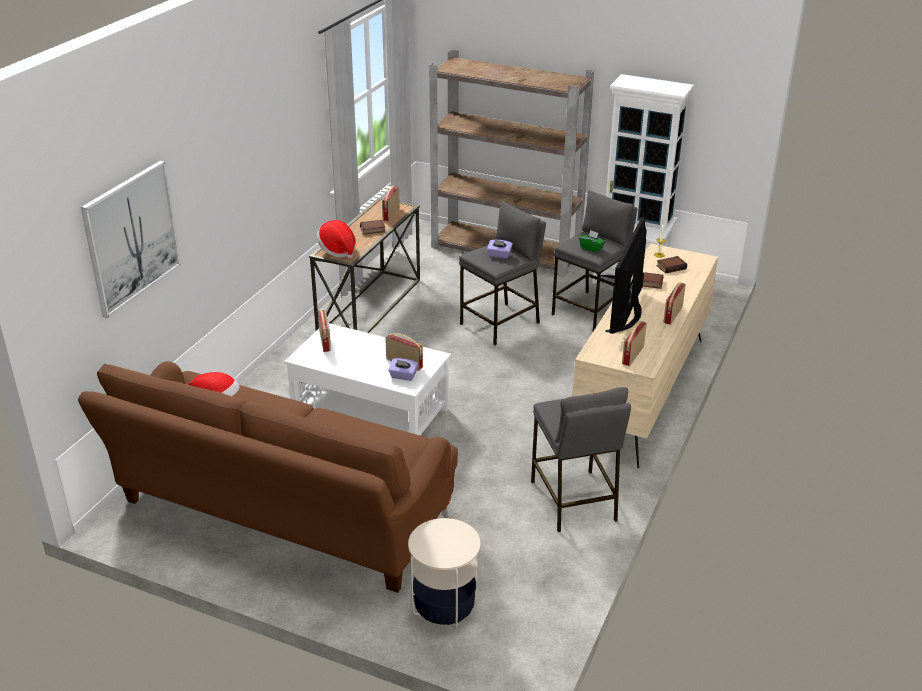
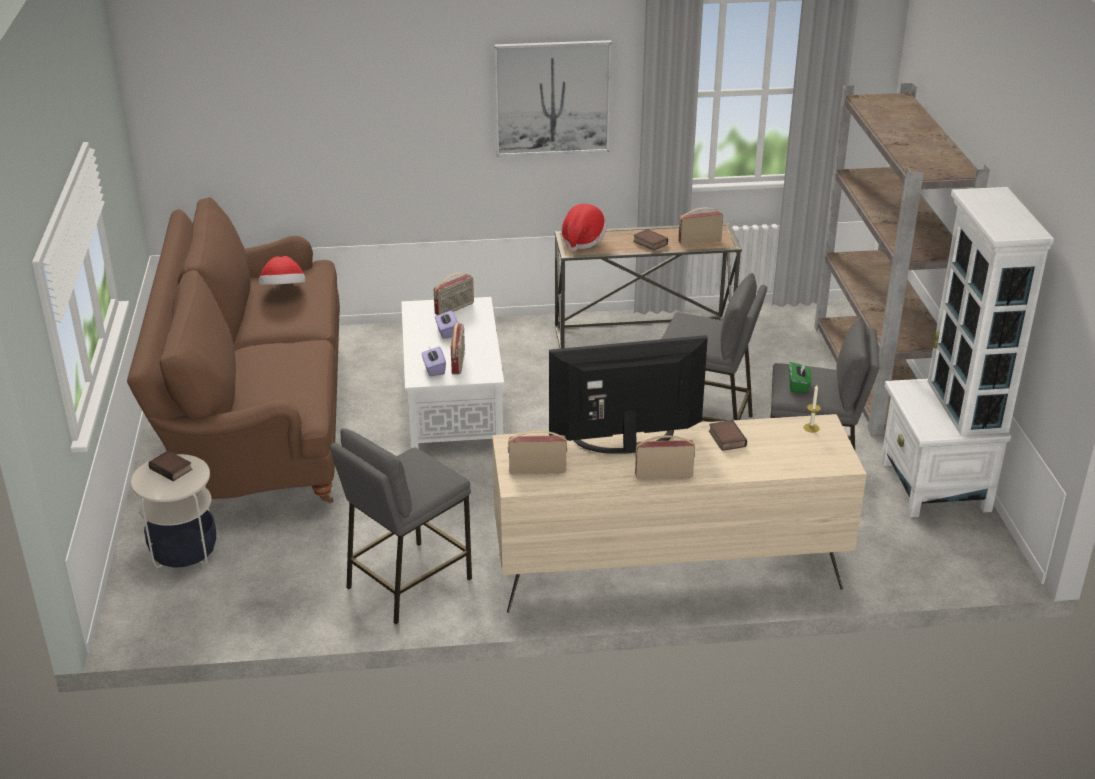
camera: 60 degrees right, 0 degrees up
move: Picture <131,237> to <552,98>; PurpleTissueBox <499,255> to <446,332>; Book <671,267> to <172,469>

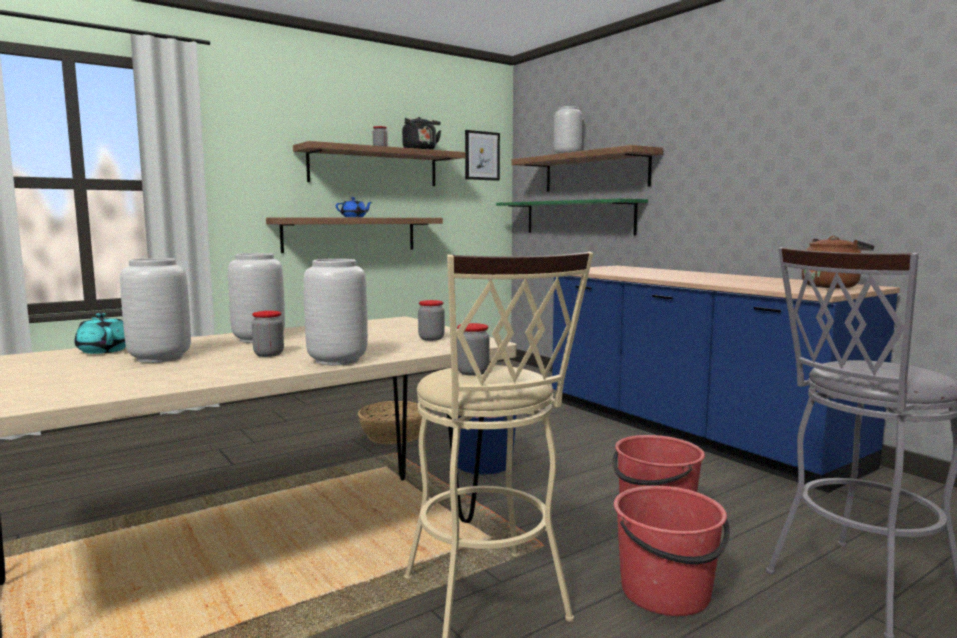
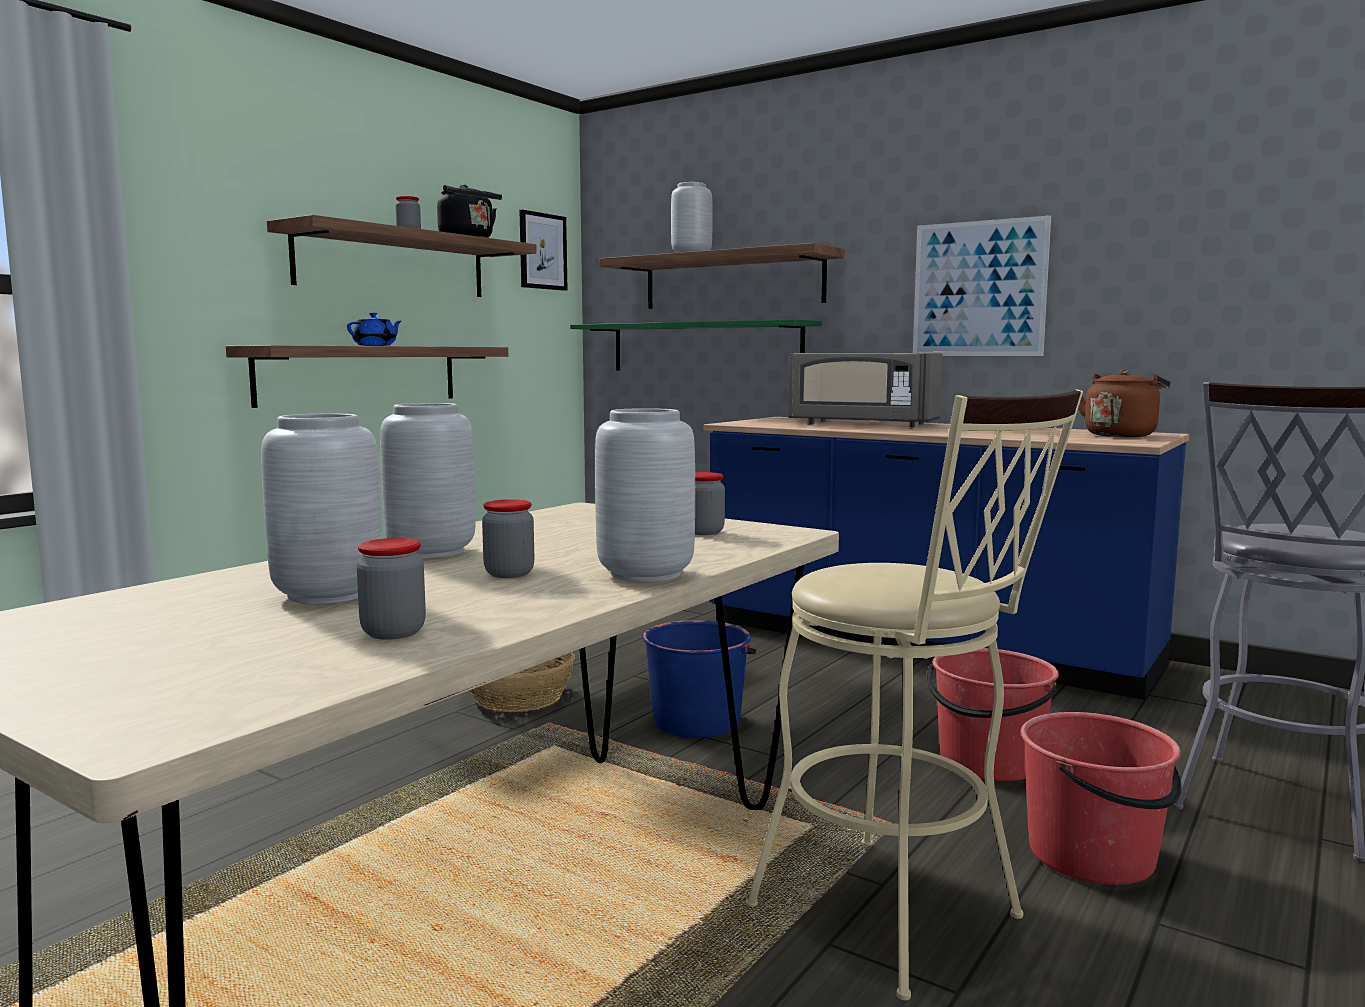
camera: 20 degrees left, 0 degrees up
delete: TurquoiseTeapot <104,350>
insert: GreyMicrowave <862,424>; Picture <979,289>
move: Jar <472,372> to <393,632>

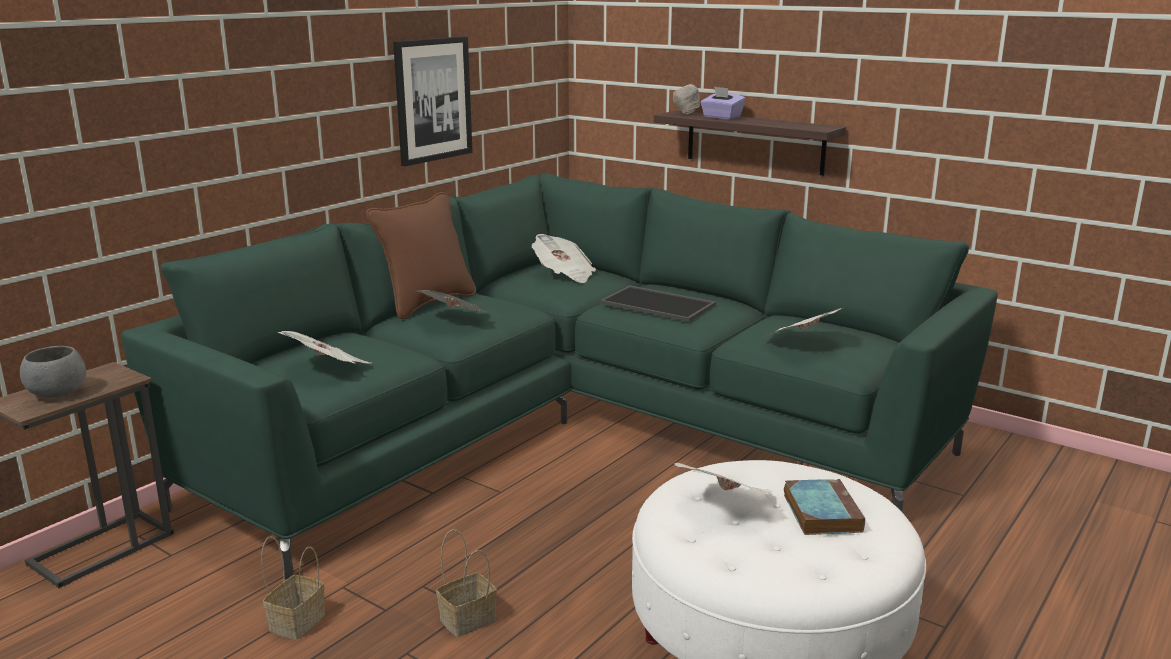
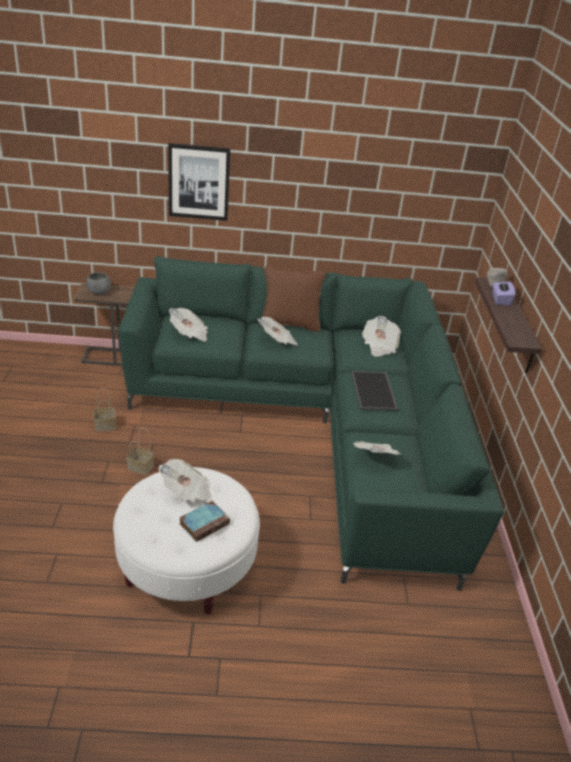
camera: 50 degrees right, 15 degrees up
move: Picture <433,99> to <199,182>

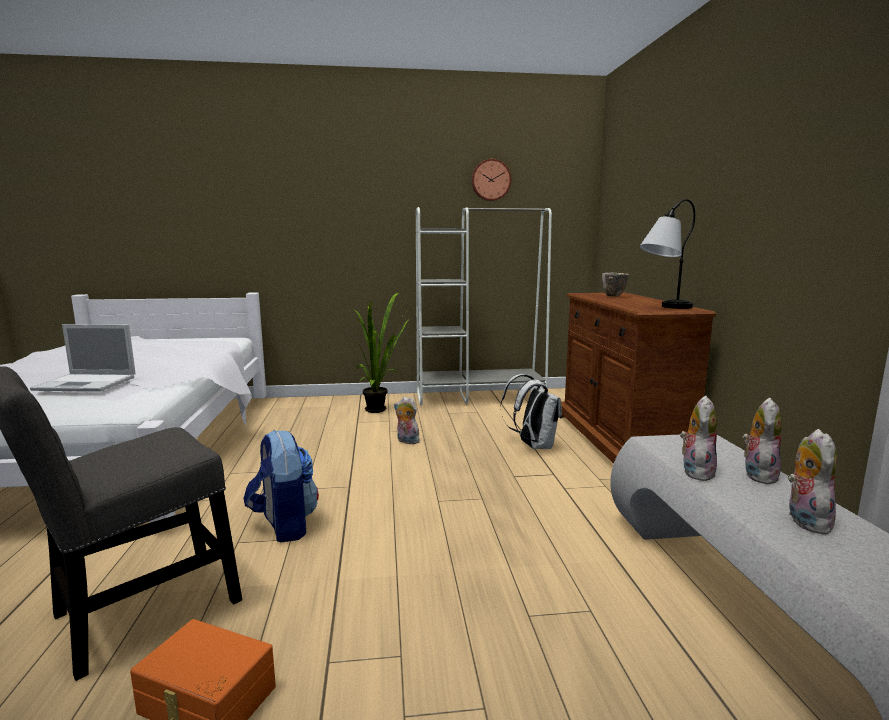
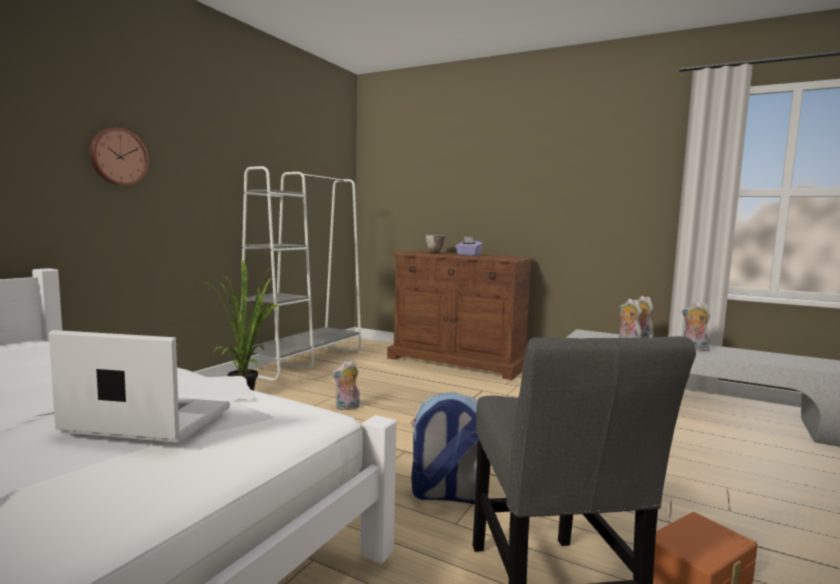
camera: 55 degrees left, 5 degrees down
delete: WhiteBackpack <533,445>; TableLamp <663,308>
insert: PurpleTissueBox <468,255>
move: WallClock <490,180> to <118,157>
rotate: Laptop <87,383> = <146,420> 120 degrees counterclockwise

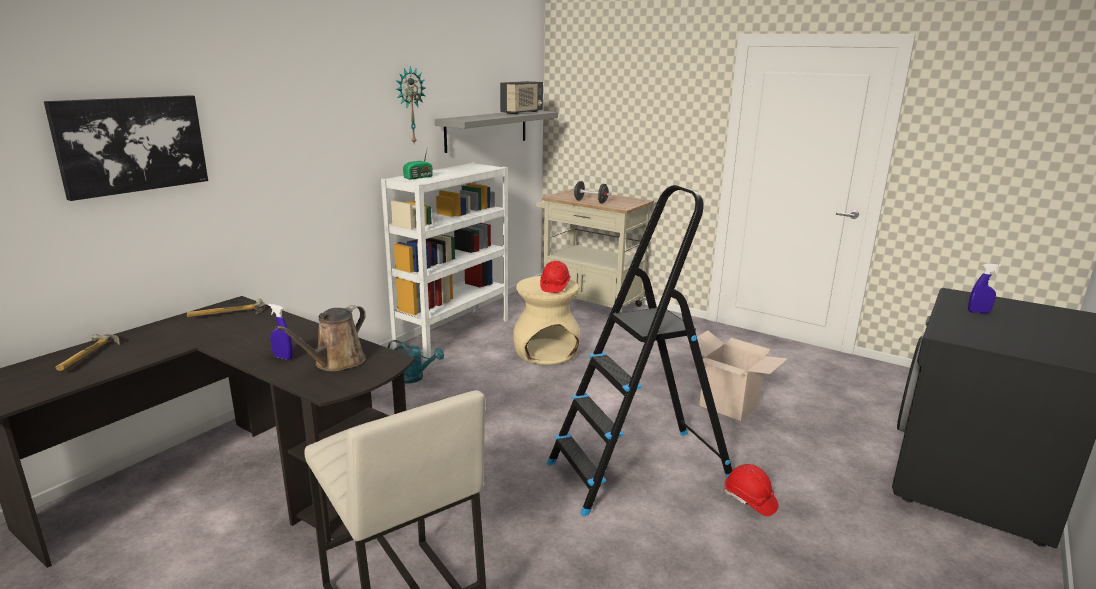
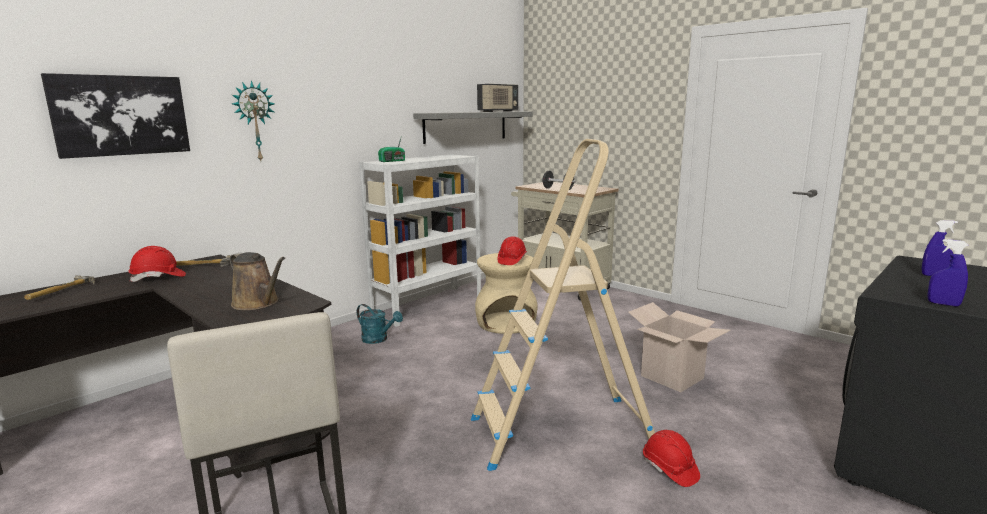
camera: 10 degrees right, 5 degrees down
insert: RedHardHat <158,278>
move: BlueSprayBottle <283,357> to <943,304>; WallClock <409,106> to <254,122>
recolor: BlackStepLadder <638,470> to BeigeStepLadder <559,431>
rotate: BrownWateringCan <336,363> = <258,303> 90 degrees counterclockwise

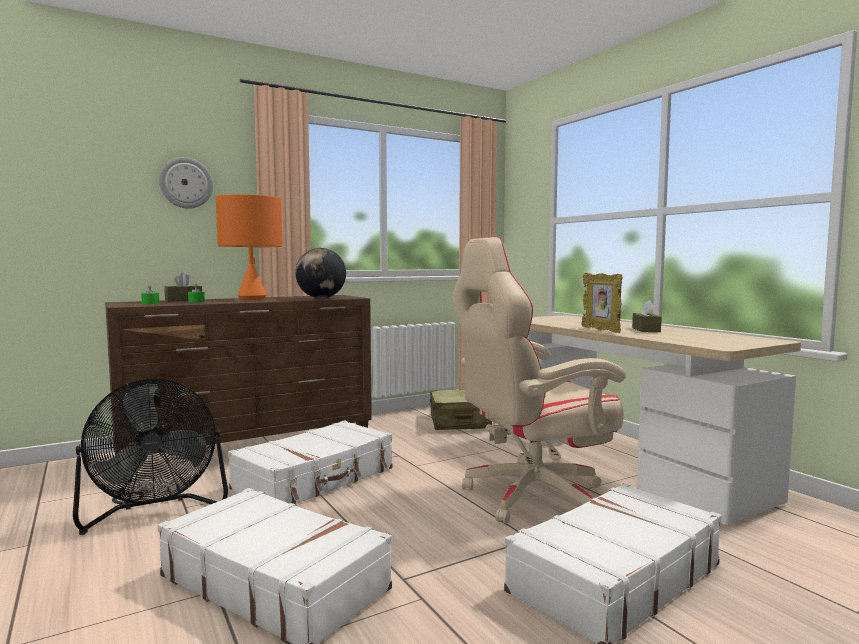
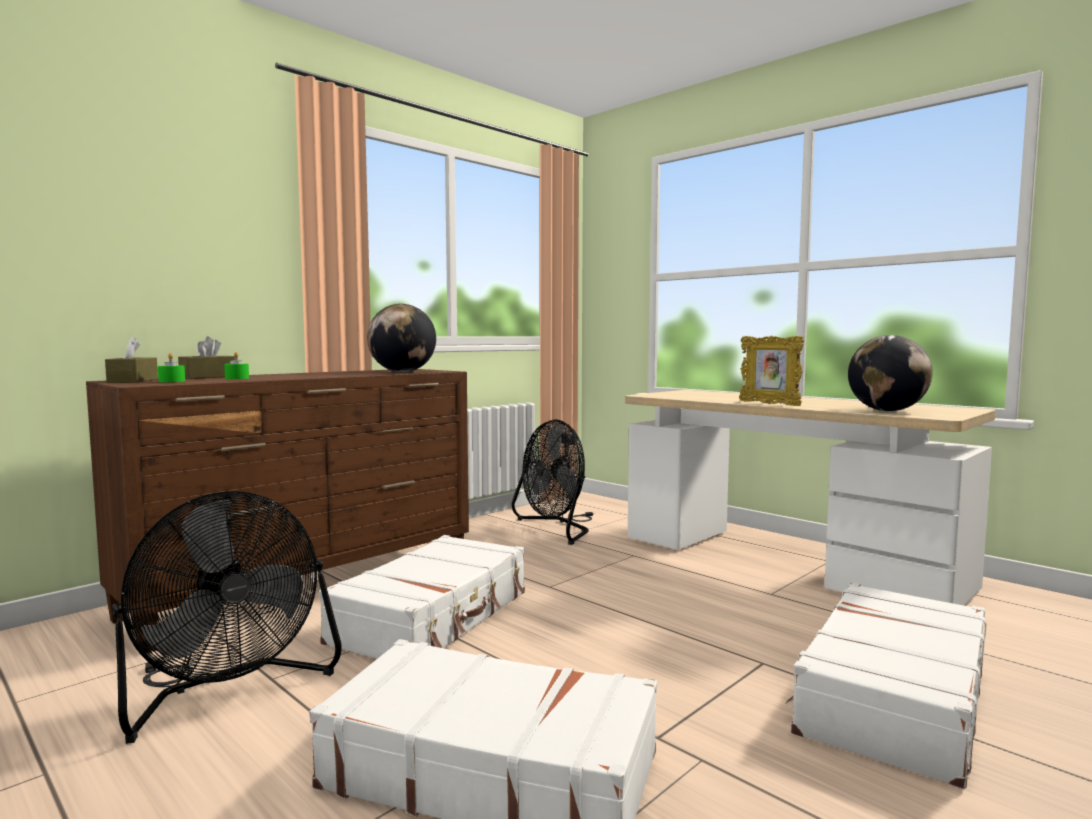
camera: 15 degrees left, 0 degrees up
delete: WallClock <186,183>; OrangeTableLamp <252,299>; BeigeOfficeChair <534,495>
insert: Globe <887,411>
move: BrownTissueBox <646,330> to <133,381>
replace: BeigeSuitcase <459,422> to BlackFan <559,527>

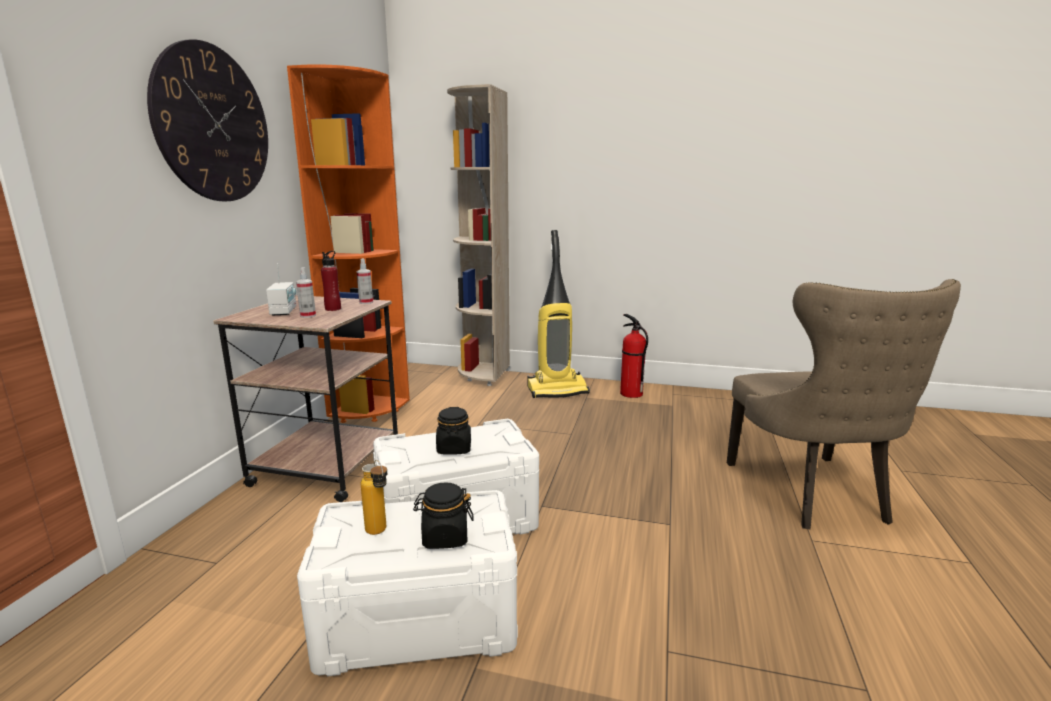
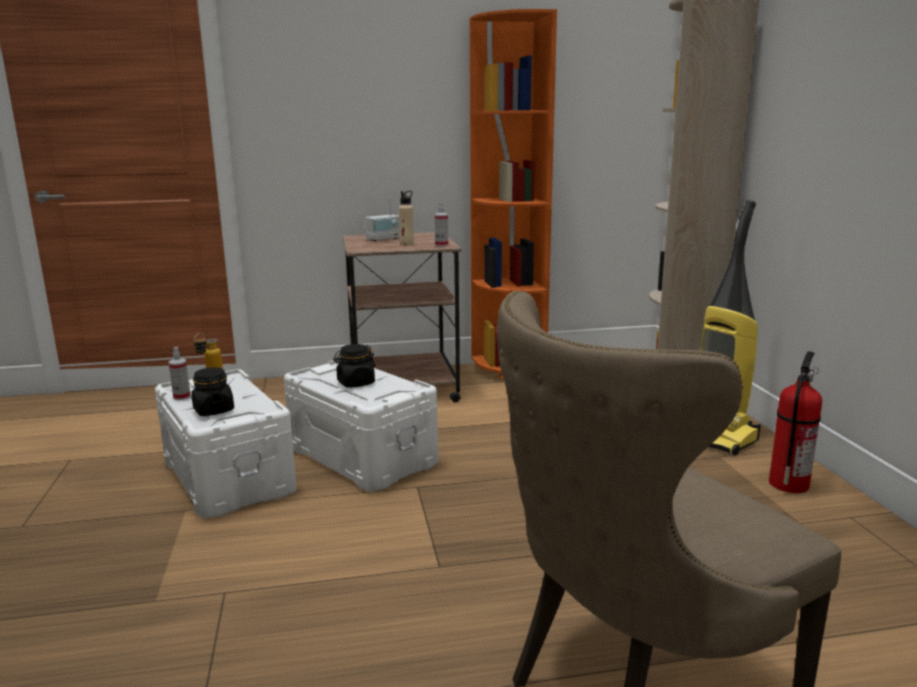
camera: 65 degrees right, 0 degrees up
delete: WallClock <213,124>
move: SprayBottle <308,316> to <182,397>
recolor: RedBottle <333,309> to BeigeBottle <407,244>

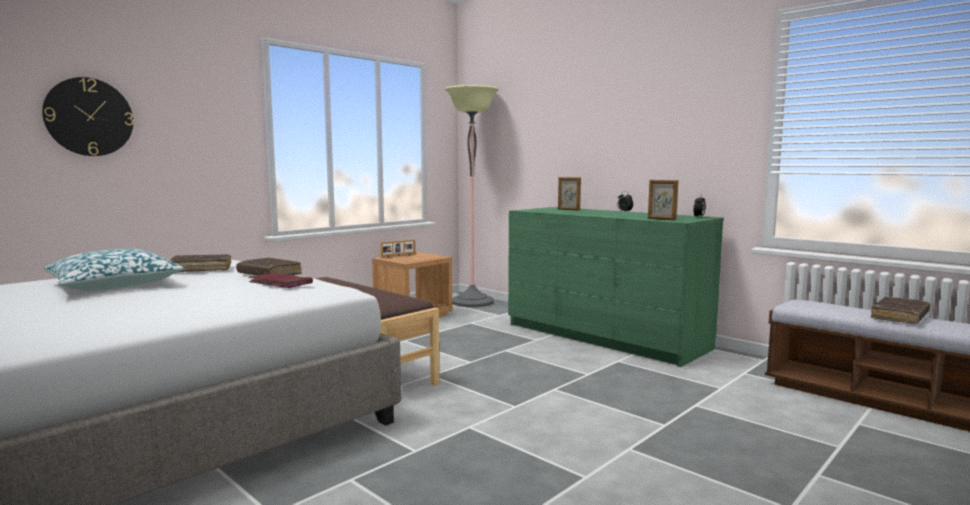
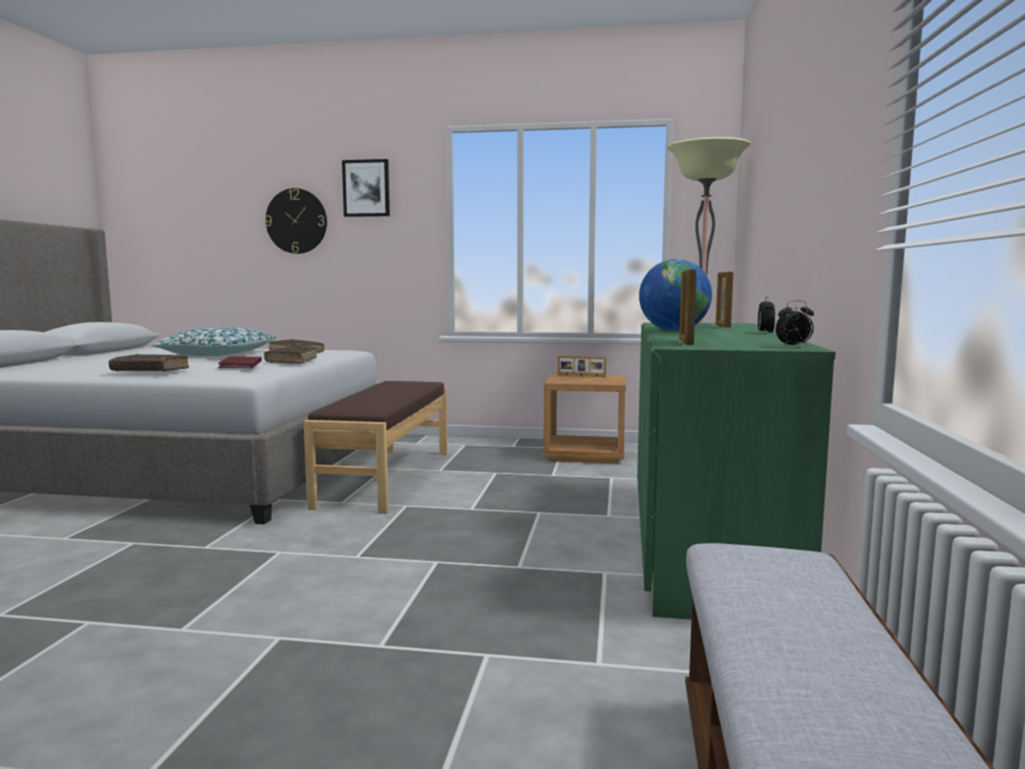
camera: 55 degrees right, 0 degrees up
insert: Picture <366,188>; Globe <673,331>
move: BrownBook <899,317> to <150,370>

